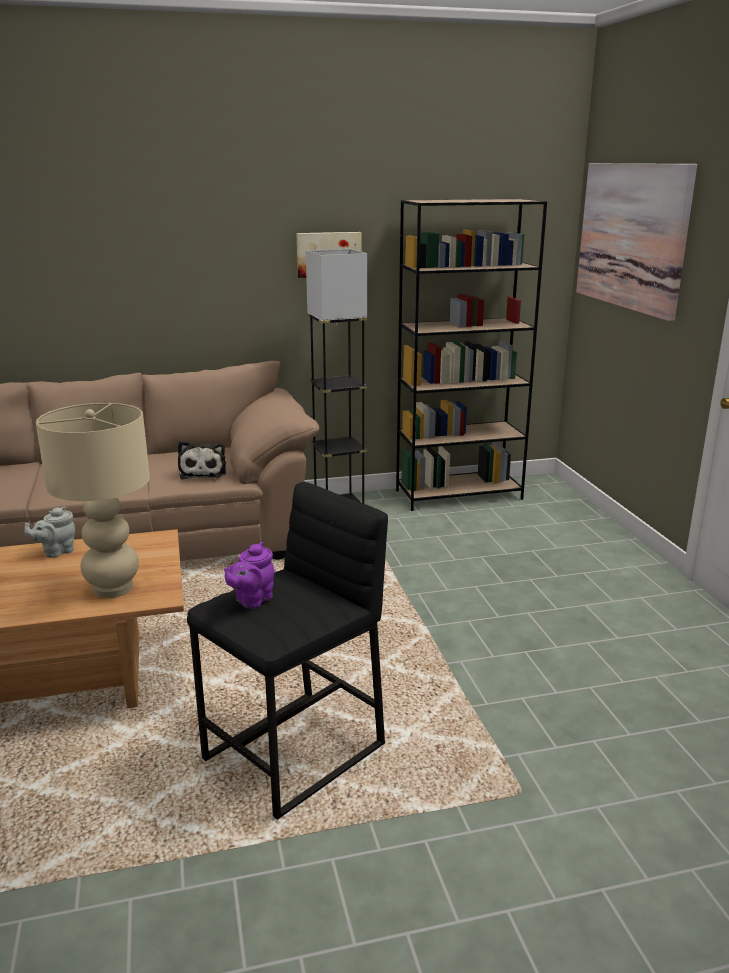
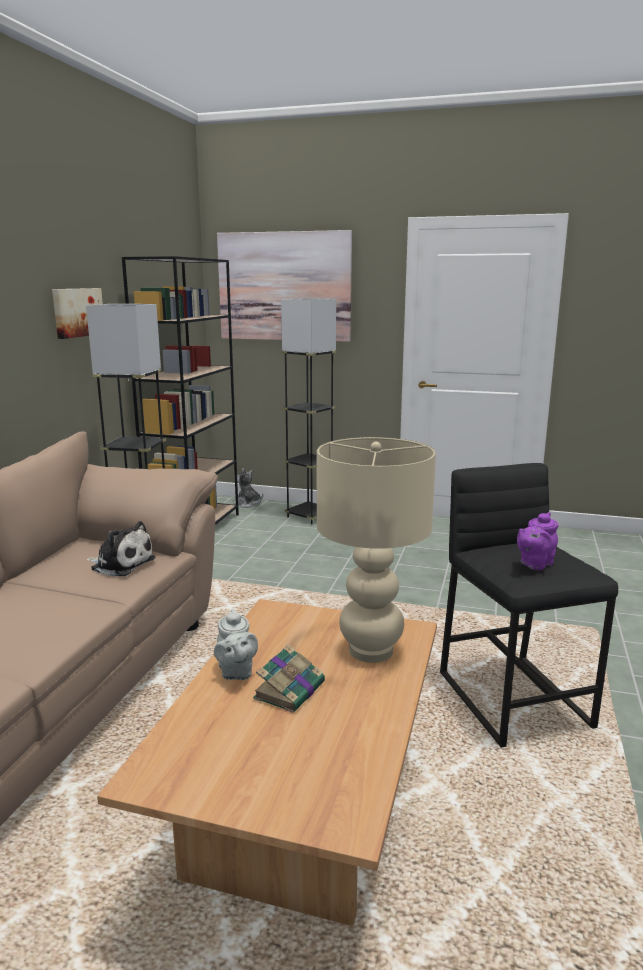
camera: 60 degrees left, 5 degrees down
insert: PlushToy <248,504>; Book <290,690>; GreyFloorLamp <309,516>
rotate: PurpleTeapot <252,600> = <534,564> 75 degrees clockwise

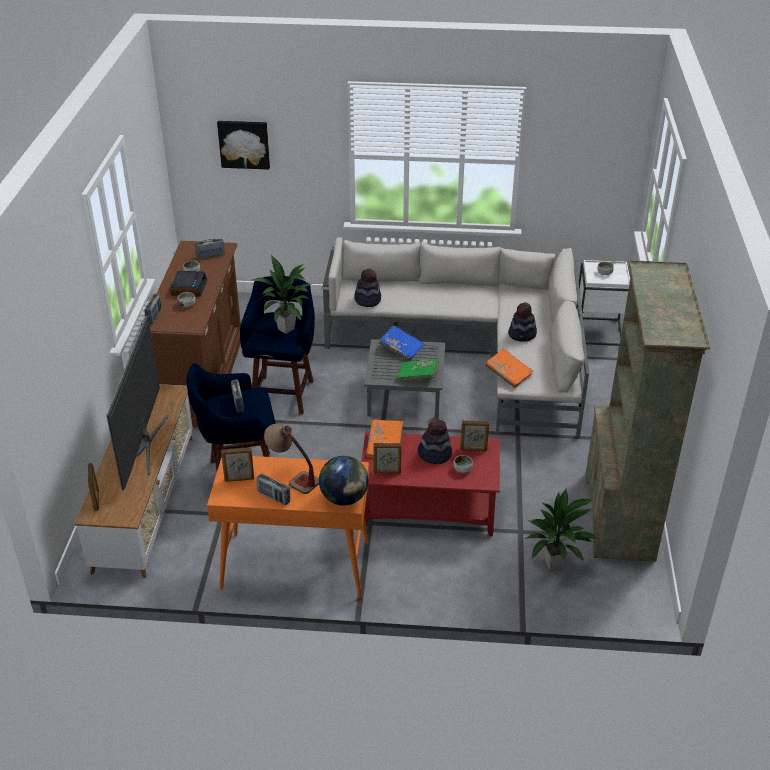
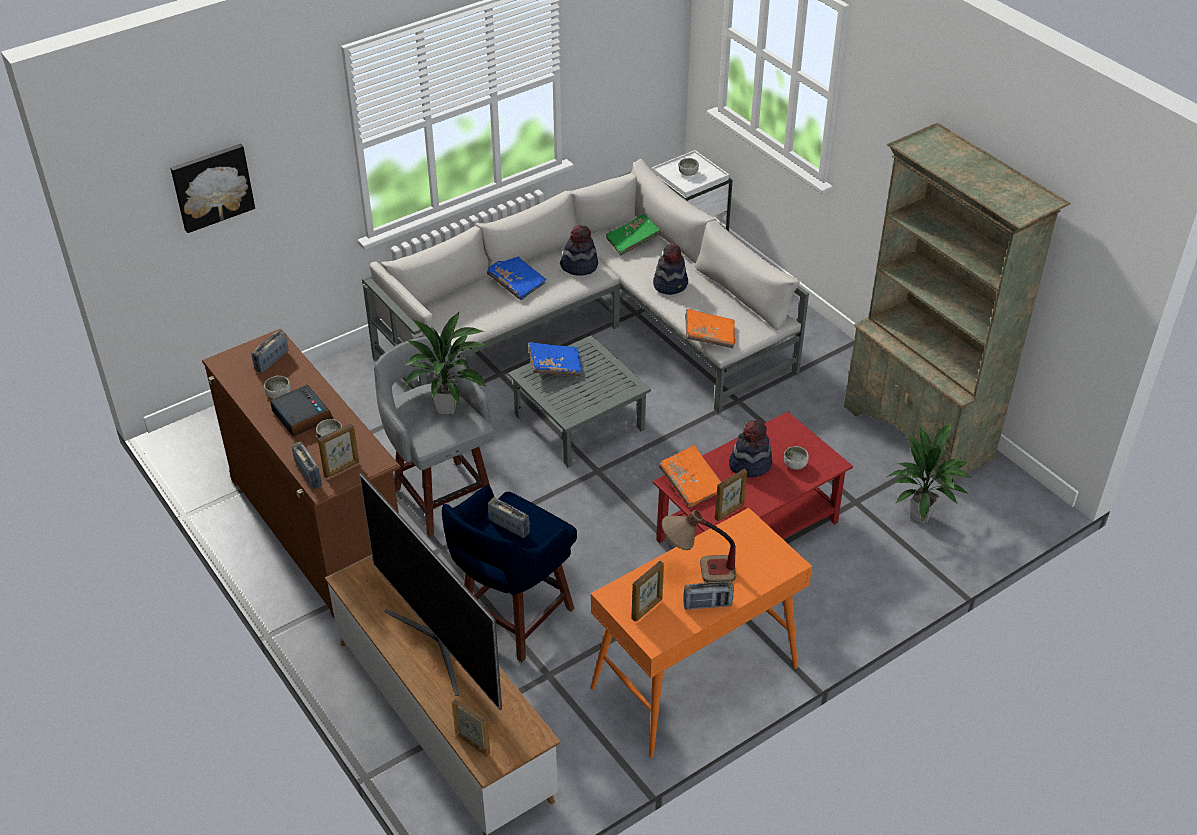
camera: 40 degrees left, 5 degrees up
delete: Globe <344,498>
insert: BlueBook <516,283>
move: Hat <367,300> to <579,266>; GreenBook <418,376> to <633,241>; PictureFrame <473,449> to <342,469>
recolor: BlueStool <283,393> to GreyStool <442,494>

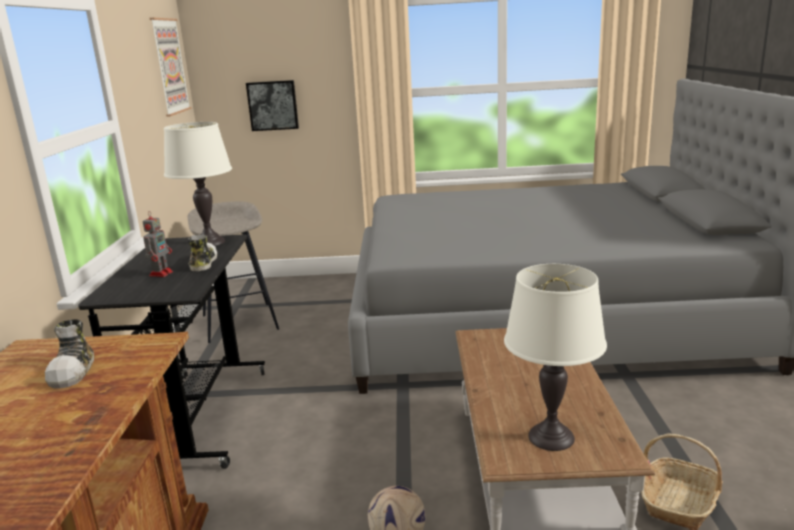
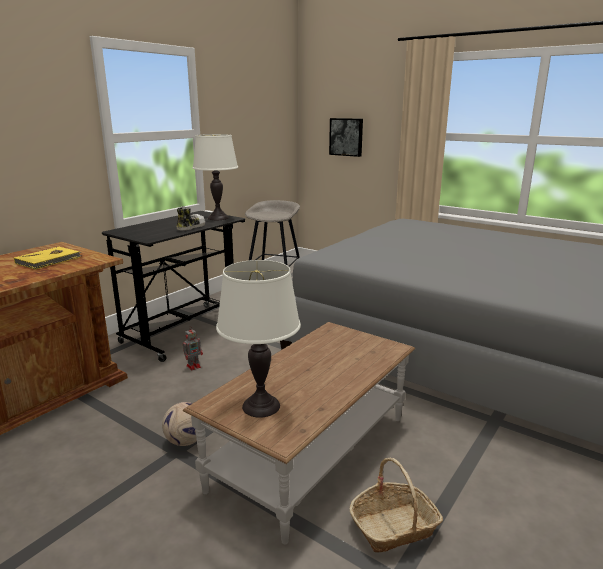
camera: 35 degrees right, 0 degrees up
delete: Picture <169,66>
move: ToyRobot <161,273> to <194,366>
replace: Shoe <74,370> to YellowBook <49,260>

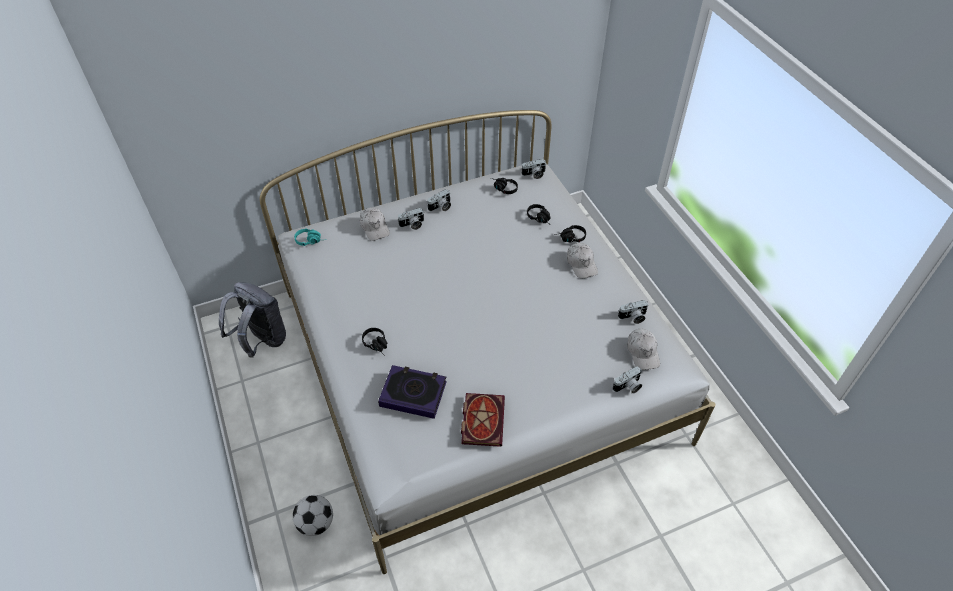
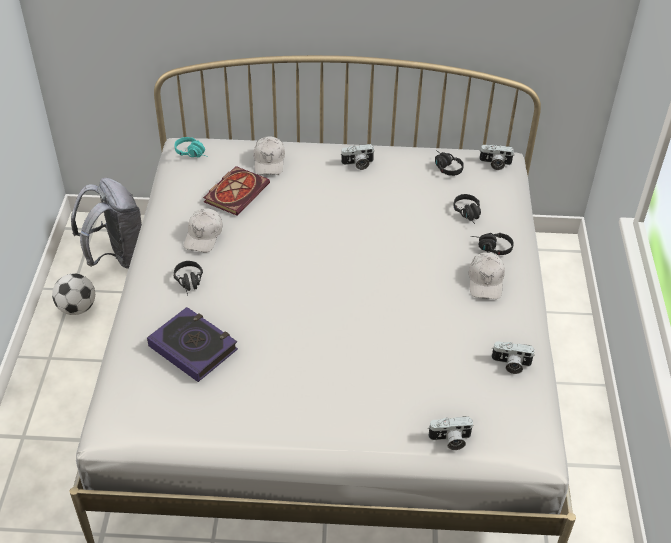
camera: 25 degrees right, 5 degrees down
delete: PhotoCamera <412,225>
move: Football <316,523> to <77,308>; Book <482,419> to <236,192>; WhiteCap <643,352> to <204,235>

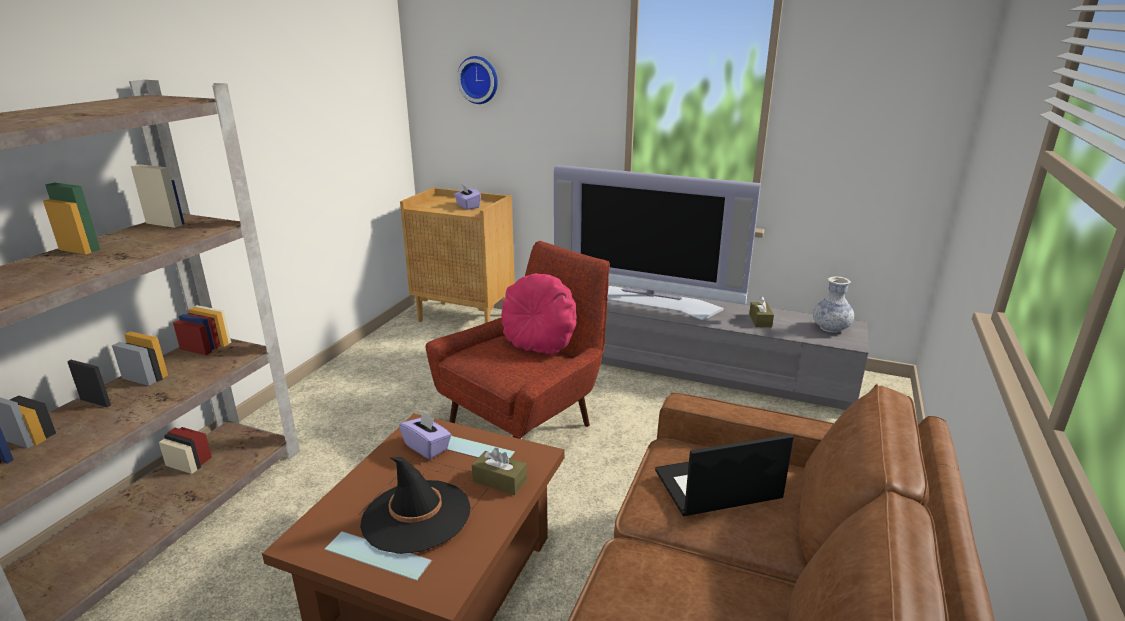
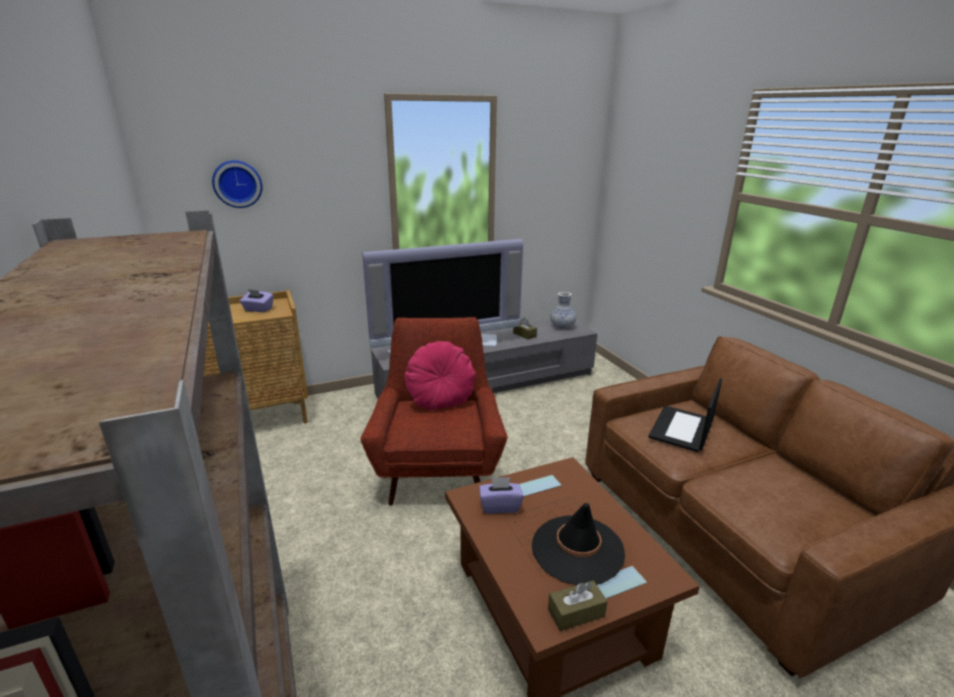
camera: 45 degrees left, 0 degrees up
move: BrownTissueBox <499,481> to <576,613>

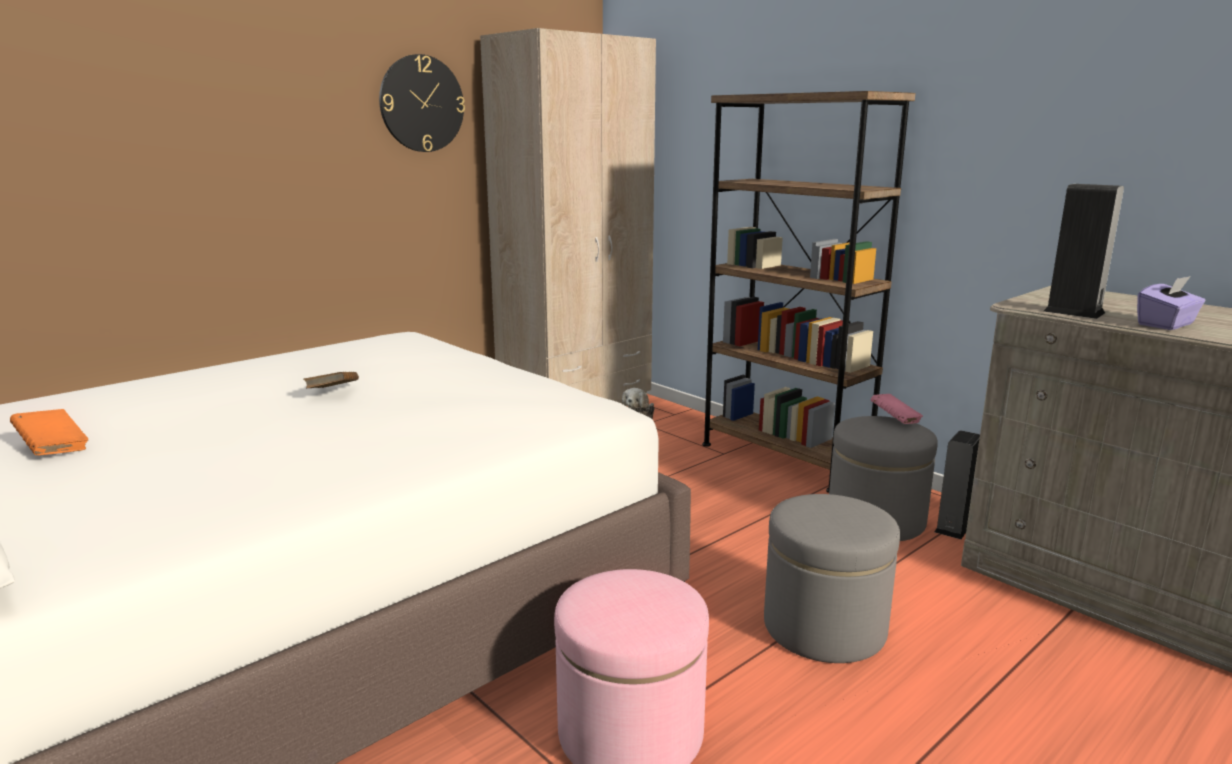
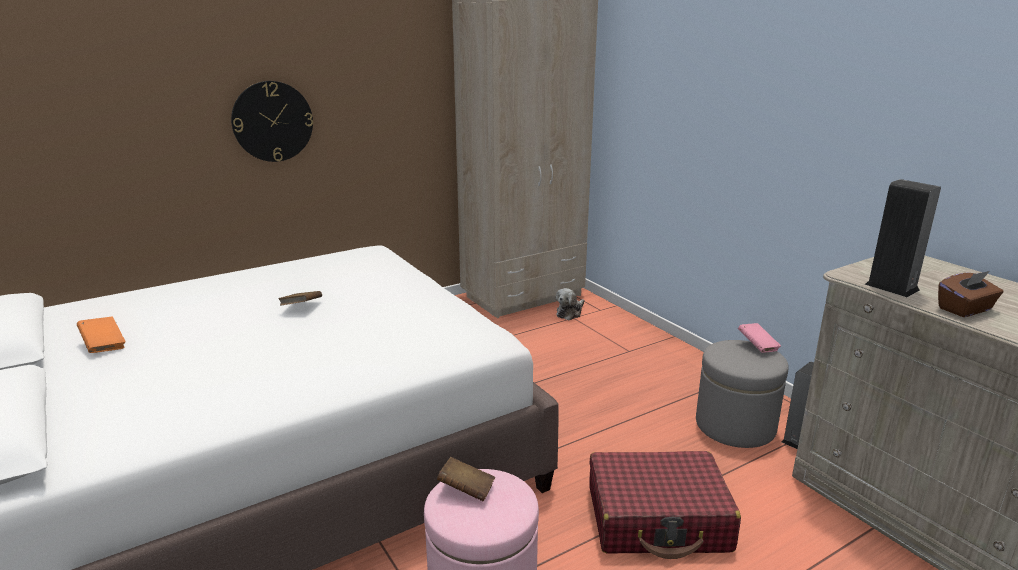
camera: 10 degrees right, 5 degrees up
delete: BrownBookcase <784,458>
insert: BrownBook <466,490>
move: WallClock <422,104> to <272,121>
replace: GreyOttoman <824,627> to RedSuitcase <658,519>
recolor: PurpleTissueBox <1166,324> to BrownTissueBox <965,309>

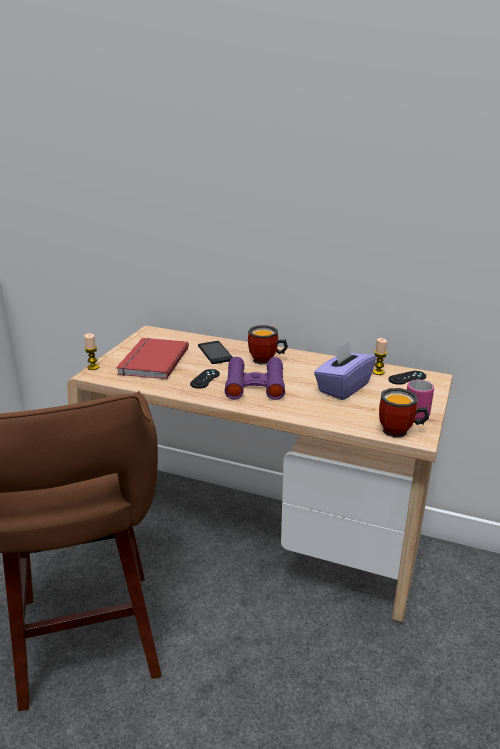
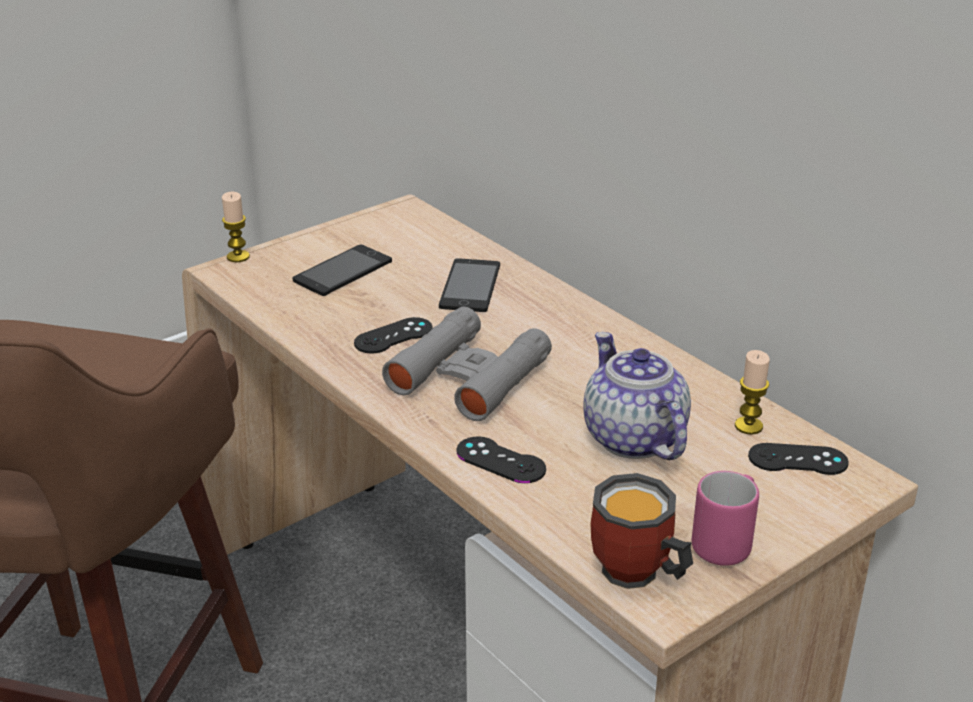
camera: 30 degrees right, 5 degrees up
delete: Mug <266,361>
insert: BlackGameController <500,460>
replace: RedBook <151,361> to Phone <343,271>; PurpleTissueBox <343,388> to Teapot <632,437>
recolor: PurpleBinoculars <255,384> to GreyBinoculars <469,376>

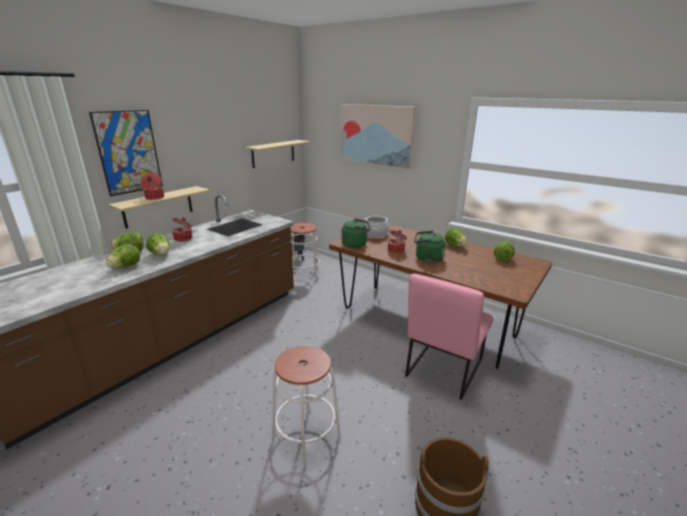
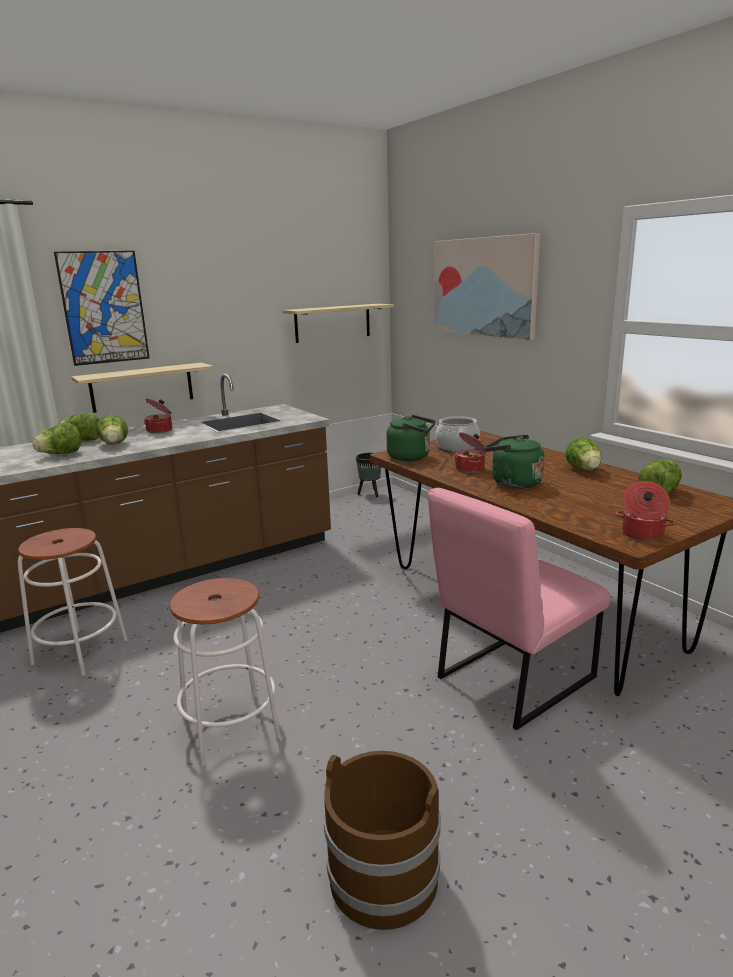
camera: 20 degrees right, 5 degrees down
move: CookingPot <154,198> to <642,534>; WhiteStool <304,273> to <80,652>

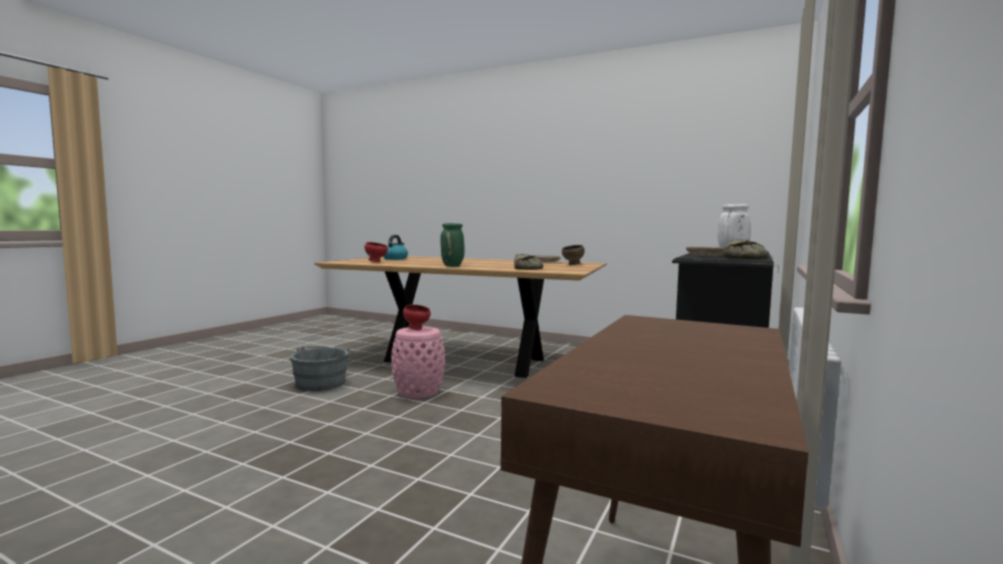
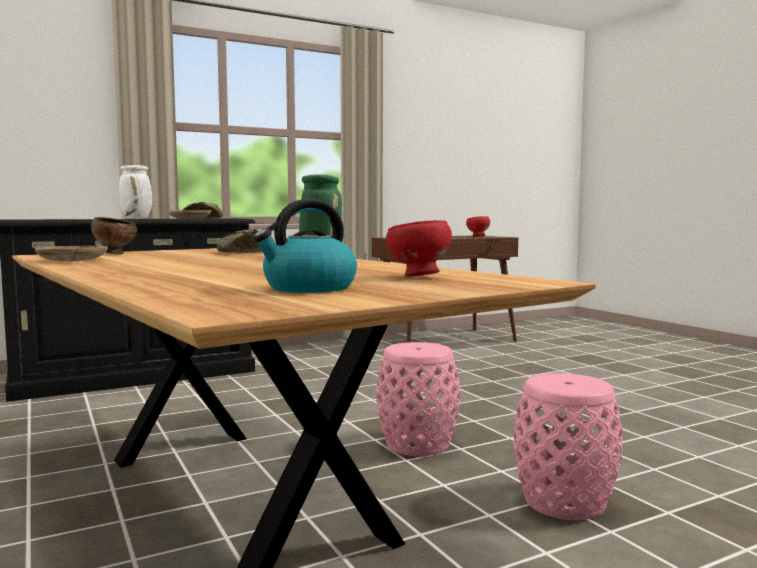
camera: 145 degrees left, 0 degrees up
move: RedBowl <417,329> to <477,237>
replace: GreyBucket <323,382> to PinkStool <565,502>

